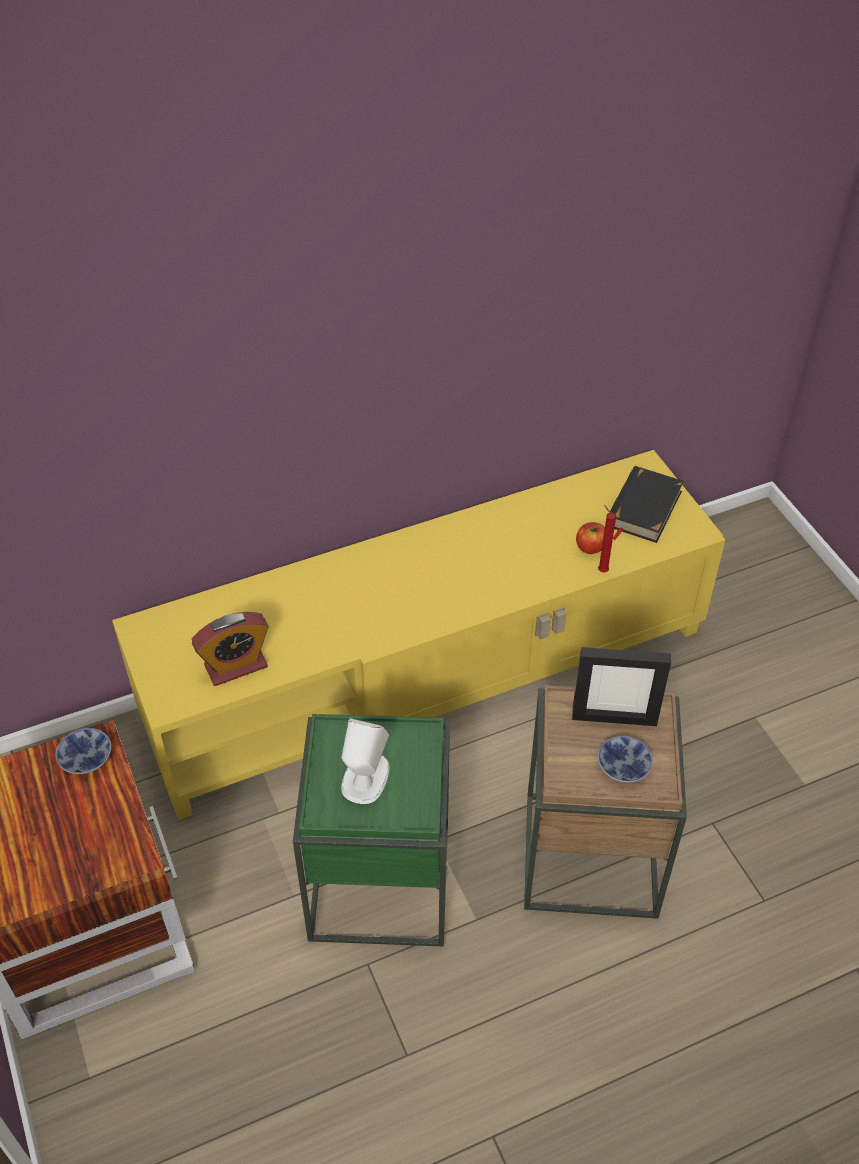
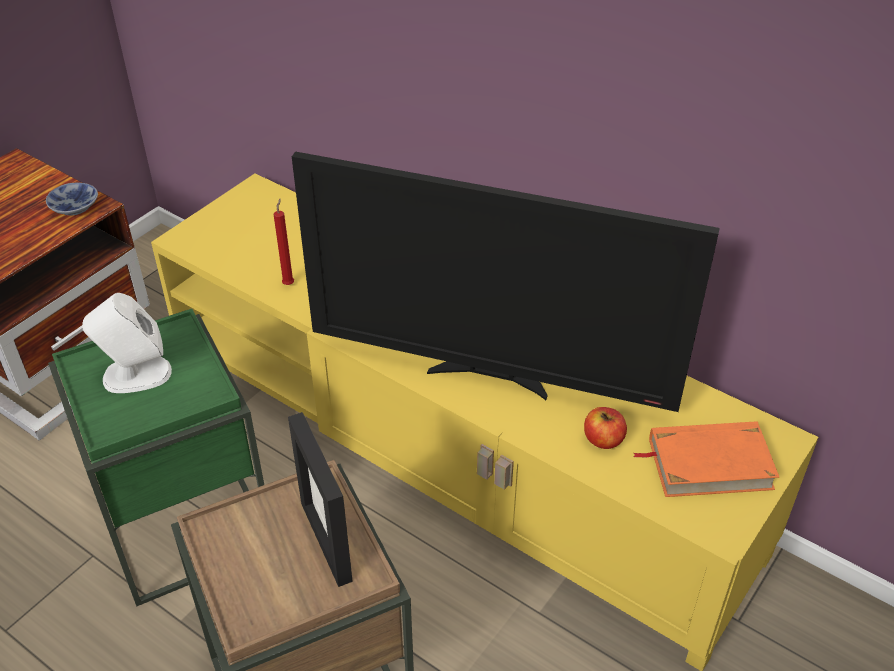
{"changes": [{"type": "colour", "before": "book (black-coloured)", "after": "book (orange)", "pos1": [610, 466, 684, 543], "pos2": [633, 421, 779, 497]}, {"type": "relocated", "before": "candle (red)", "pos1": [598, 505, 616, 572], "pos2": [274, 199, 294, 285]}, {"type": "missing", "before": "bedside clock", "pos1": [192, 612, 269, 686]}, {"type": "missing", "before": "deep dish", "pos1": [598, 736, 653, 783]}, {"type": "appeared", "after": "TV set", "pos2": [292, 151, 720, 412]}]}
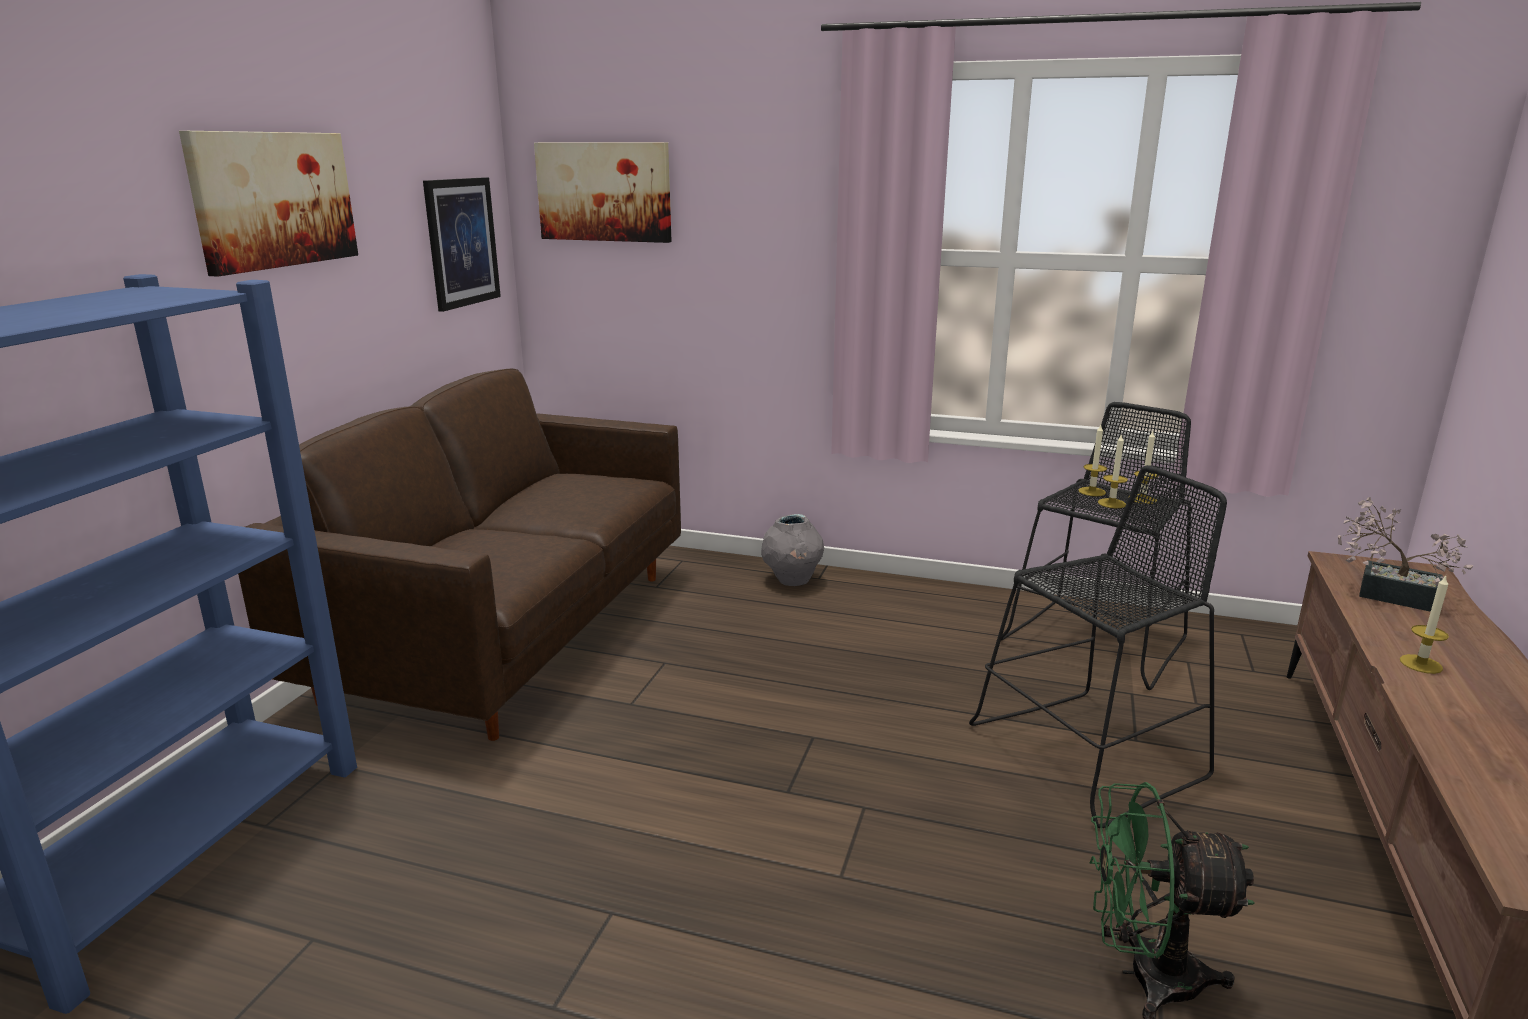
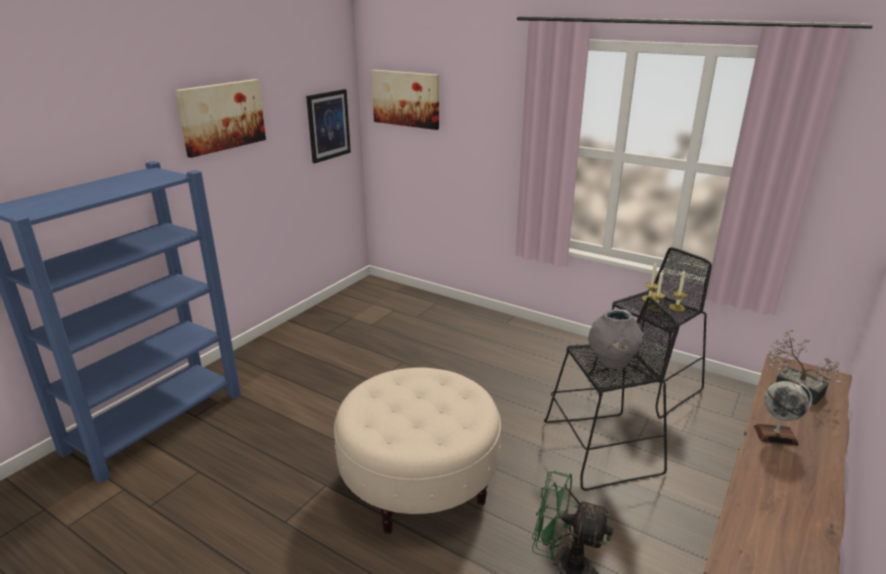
{"changes": [{"type": "missing", "before": "couch (brown-coloured)", "pos1": [238, 369, 681, 741]}, {"type": "relocated", "before": "decorative vase (gray)", "pos1": [761, 514, 824, 586], "pos2": [588, 309, 644, 369]}, {"type": "exchanged", "before": "candle", "after": "globe", "pos1": [1400, 576, 1449, 674], "pos2": [754, 381, 812, 445]}, {"type": "appeared", "after": "pouffe (sand-coloured)", "pos2": [334, 367, 501, 534]}]}
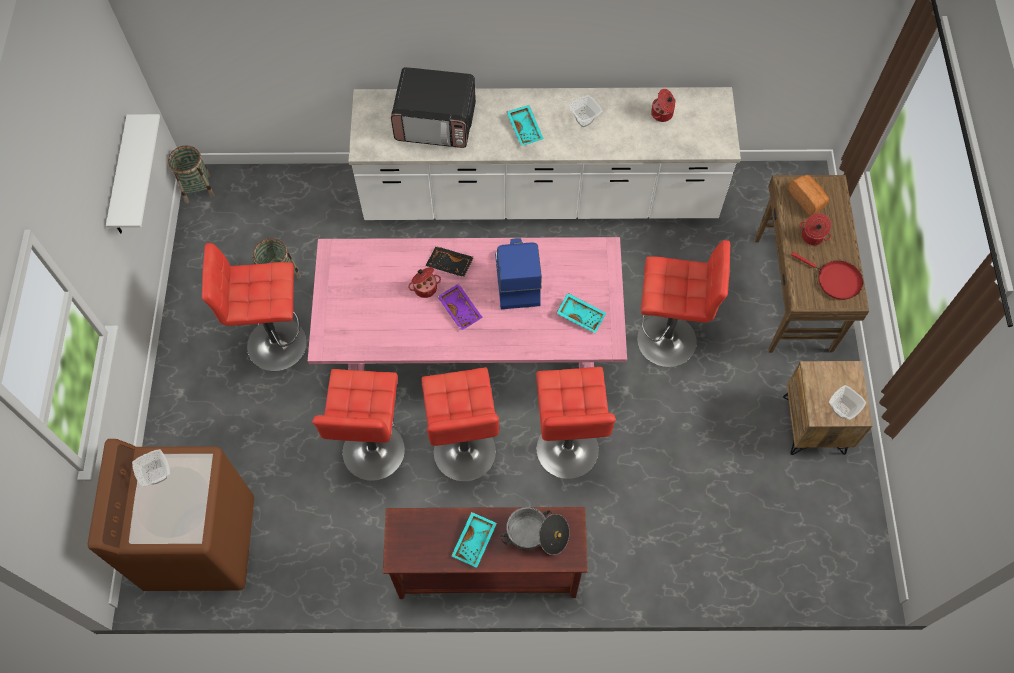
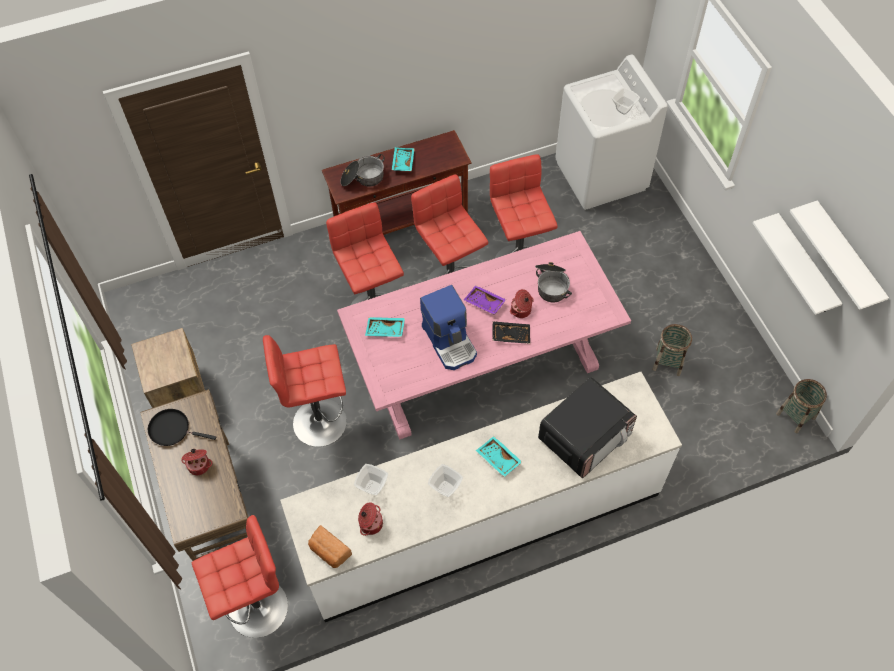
{"changes": [{"type": "spun", "before": "microwave oven", "pos1": [391, 67, 476, 148], "pos2": [538, 377, 637, 478], "turn": 150}, {"type": "relocated", "before": "baked bread", "pos1": [788, 175, 829, 216], "pos2": [308, 525, 352, 568]}, {"type": "relocated", "before": "sitting stool (red)", "pos1": [202, 243, 307, 371], "pos2": [192, 515, 288, 638]}, {"type": "colour", "before": "pan (red)", "after": "pan (black-coloured)", "pos1": [791, 252, 863, 300], "pos2": [148, 409, 216, 446]}, {"type": "relocated", "before": "deep dish", "pos1": [829, 385, 866, 420], "pos2": [354, 464, 388, 495]}, {"type": "colour", "before": "laundry appliance (brown-coloured)", "after": "laundry appliance (whitish)", "pos1": [88, 439, 254, 591], "pos2": [555, 54, 668, 210]}, {"type": "appeared", "after": "wall shelf (whitish)", "pos2": [790, 200, 889, 310]}, {"type": "appeared", "after": "saucepot", "pos2": [535, 262, 572, 303]}]}
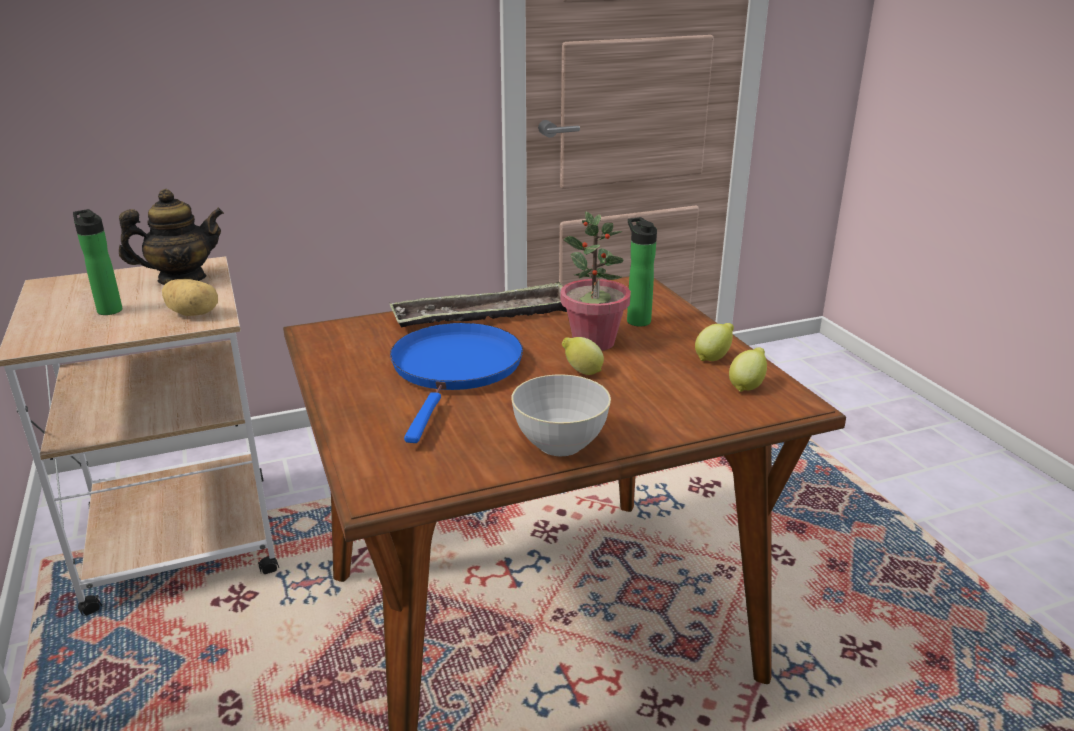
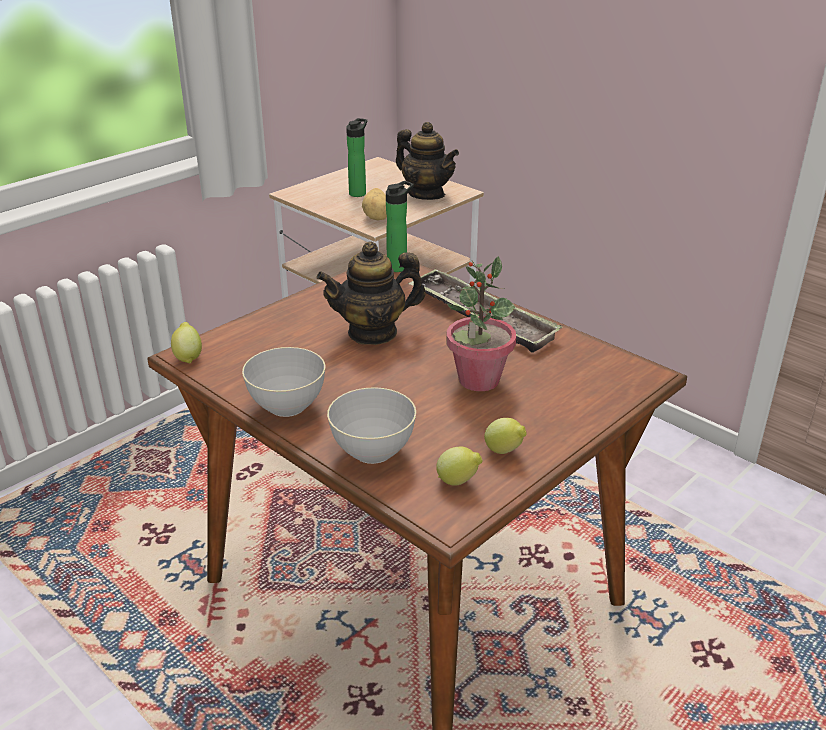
{"changes": [{"type": "relocated", "before": "beverage bottle", "pos1": [627, 217, 657, 326], "pos2": [386, 181, 414, 272]}, {"type": "exchanged", "before": "pan (bluish)", "after": "tea pot", "pos1": [390, 323, 523, 443], "pos2": [316, 241, 426, 345]}, {"type": "relocated", "before": "whole lemon", "pos1": [562, 337, 604, 375], "pos2": [171, 322, 202, 363]}, {"type": "appeared", "after": "deep dish (gray)", "pos2": [327, 387, 416, 464]}]}
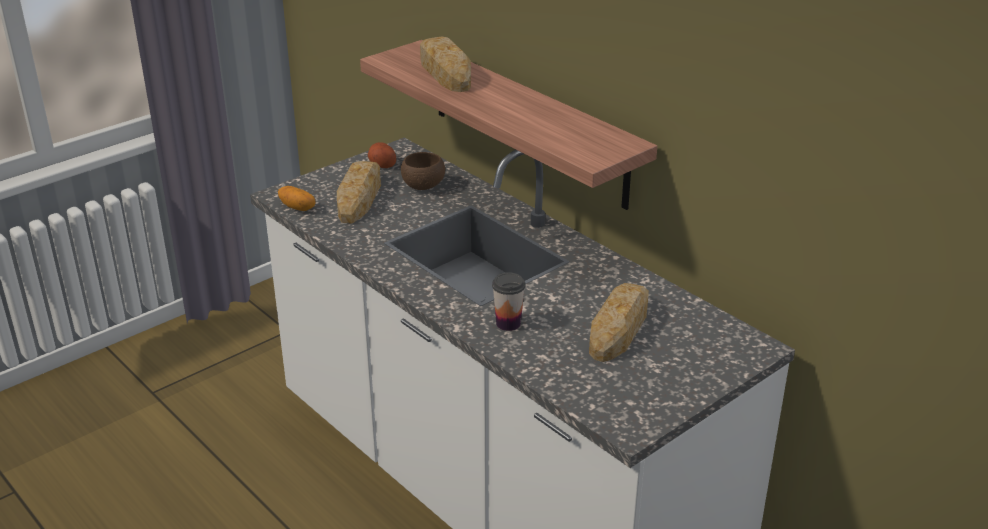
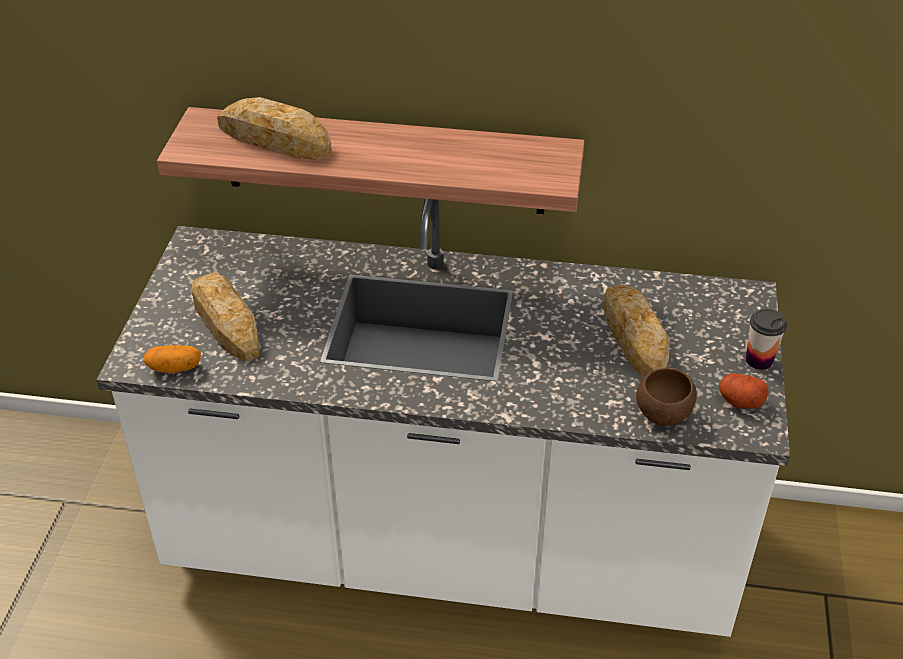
{"changes": [{"type": "relocated", "before": "spud", "pos1": [368, 142, 396, 168], "pos2": [719, 373, 769, 409]}, {"type": "relocated", "before": "deep dish (brown-coloured)", "pos1": [401, 152, 445, 190], "pos2": [636, 368, 697, 426]}, {"type": "relocated", "before": "drinking cup", "pos1": [492, 272, 526, 331], "pos2": [746, 309, 787, 370]}]}
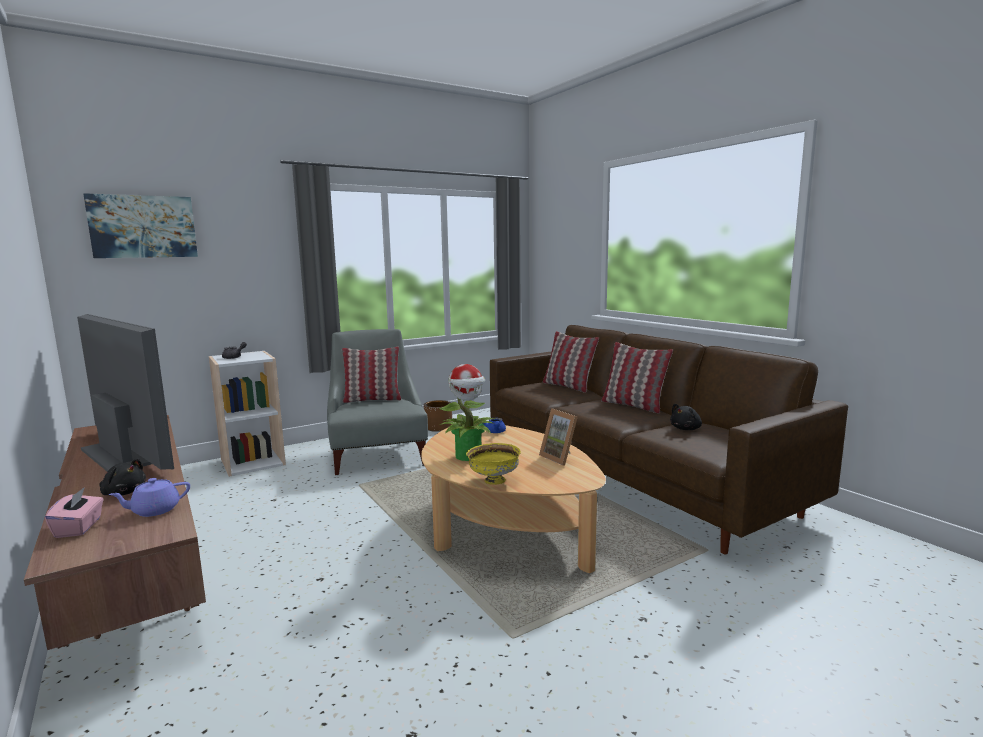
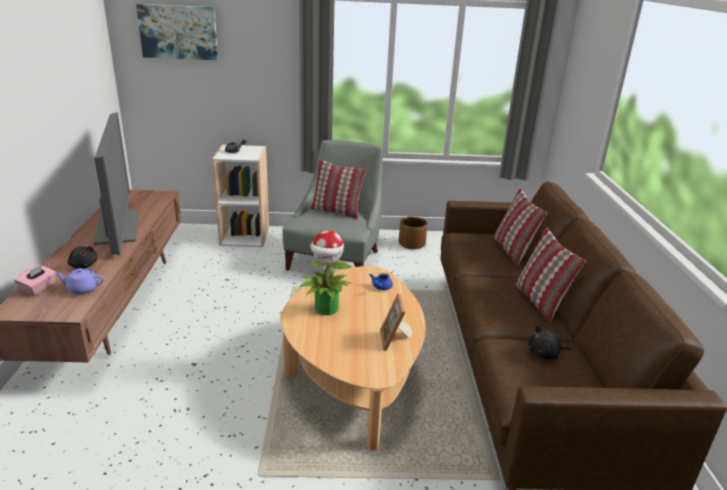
{"changes": [{"type": "missing", "before": "deep dish (yellow-coloured)", "pos1": [466, 443, 521, 485]}]}
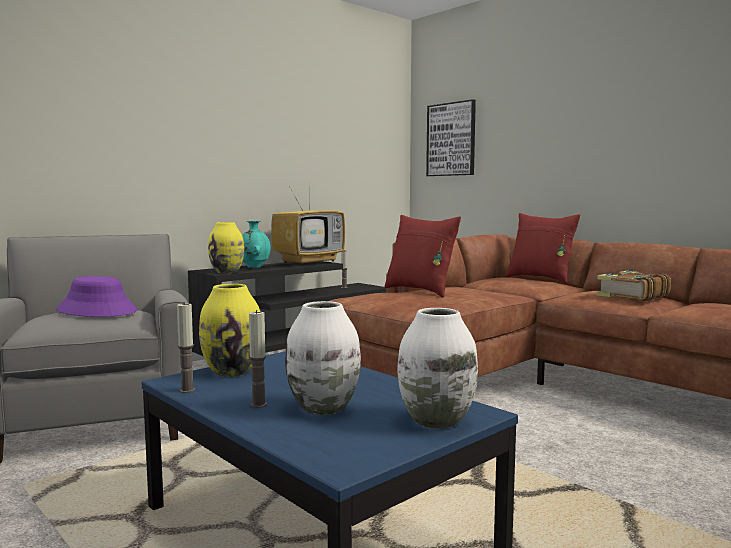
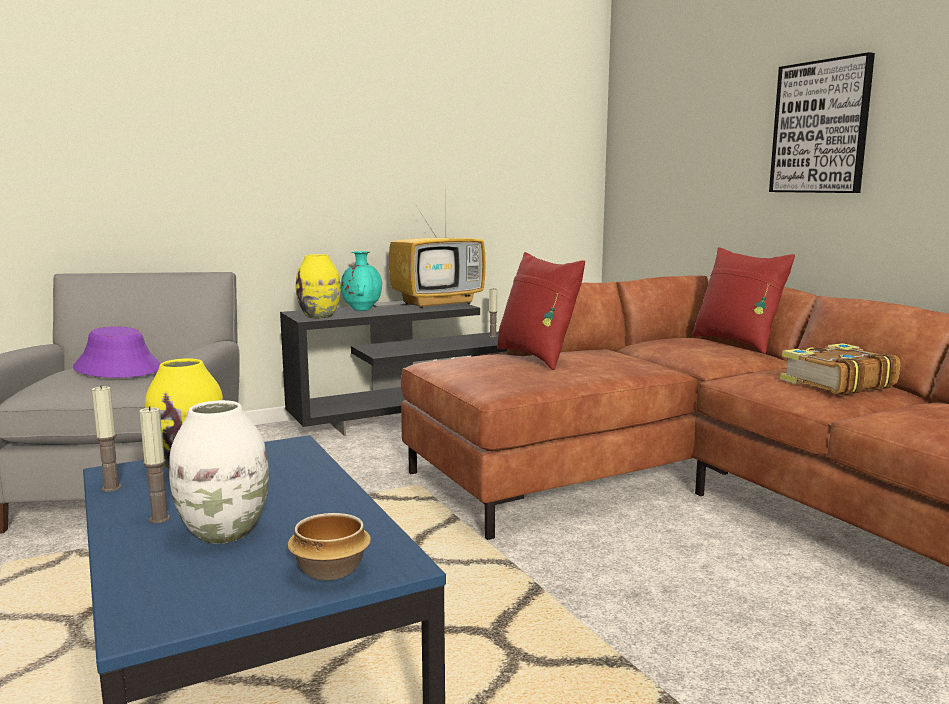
{"changes": [{"type": "relocated", "before": "picture", "pos1": [426, 99, 476, 176], "pos2": [769, 52, 875, 193]}, {"type": "exchanged", "before": "decorative vase (whitish)", "after": "deep dish", "pos1": [398, 308, 478, 429], "pos2": [287, 513, 371, 581]}]}
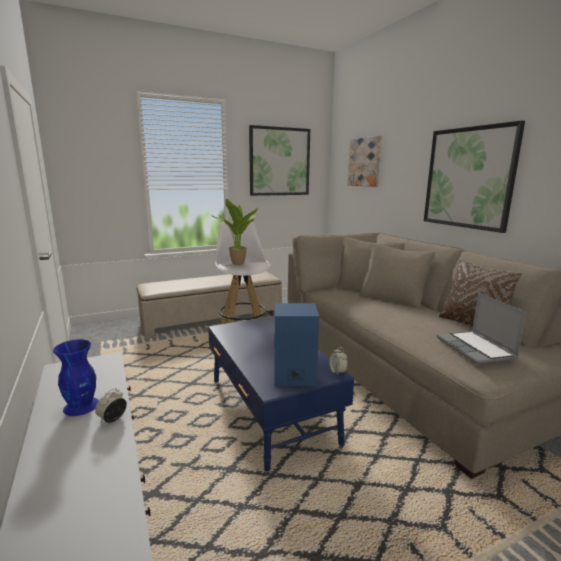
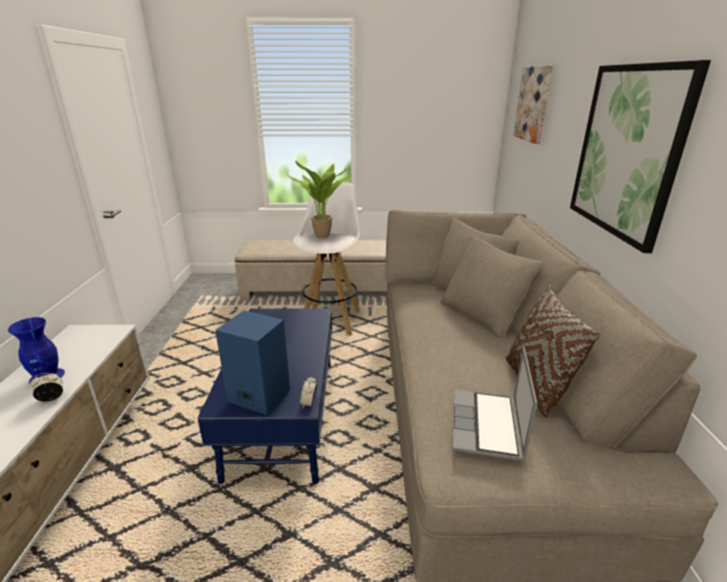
{"changes": [{"type": "missing", "before": "picture", "pos1": [249, 125, 310, 196]}]}
